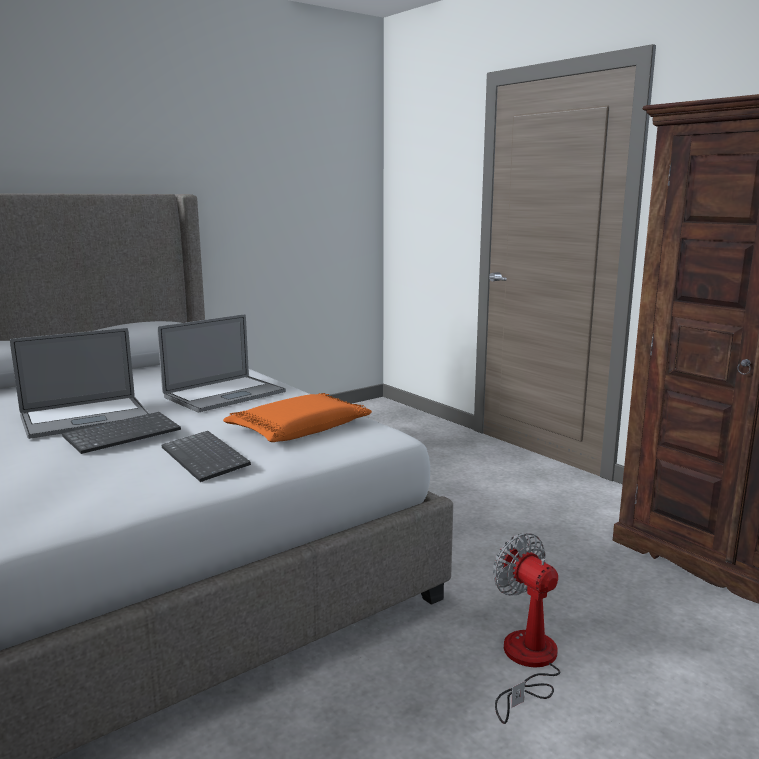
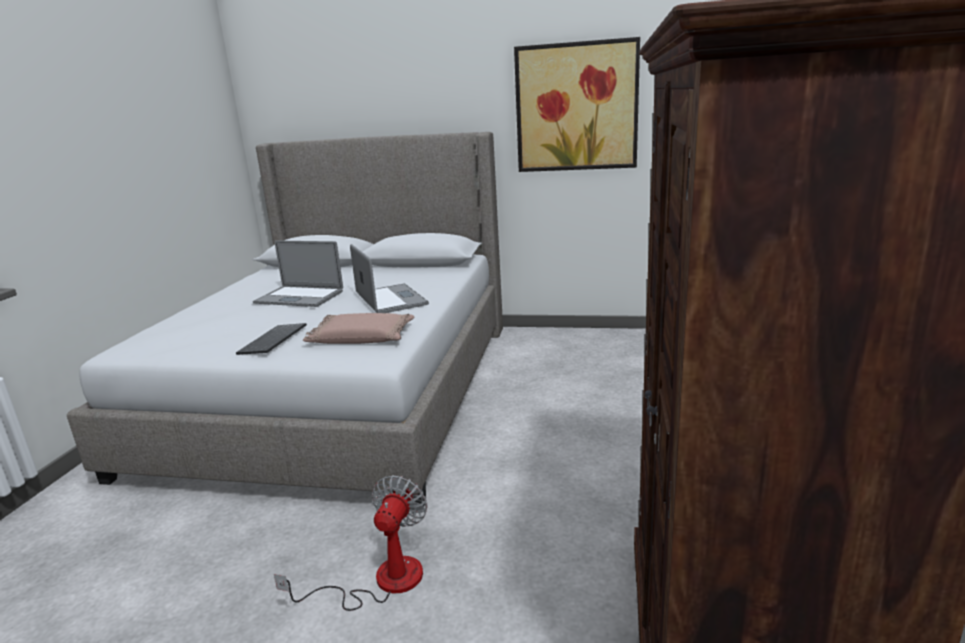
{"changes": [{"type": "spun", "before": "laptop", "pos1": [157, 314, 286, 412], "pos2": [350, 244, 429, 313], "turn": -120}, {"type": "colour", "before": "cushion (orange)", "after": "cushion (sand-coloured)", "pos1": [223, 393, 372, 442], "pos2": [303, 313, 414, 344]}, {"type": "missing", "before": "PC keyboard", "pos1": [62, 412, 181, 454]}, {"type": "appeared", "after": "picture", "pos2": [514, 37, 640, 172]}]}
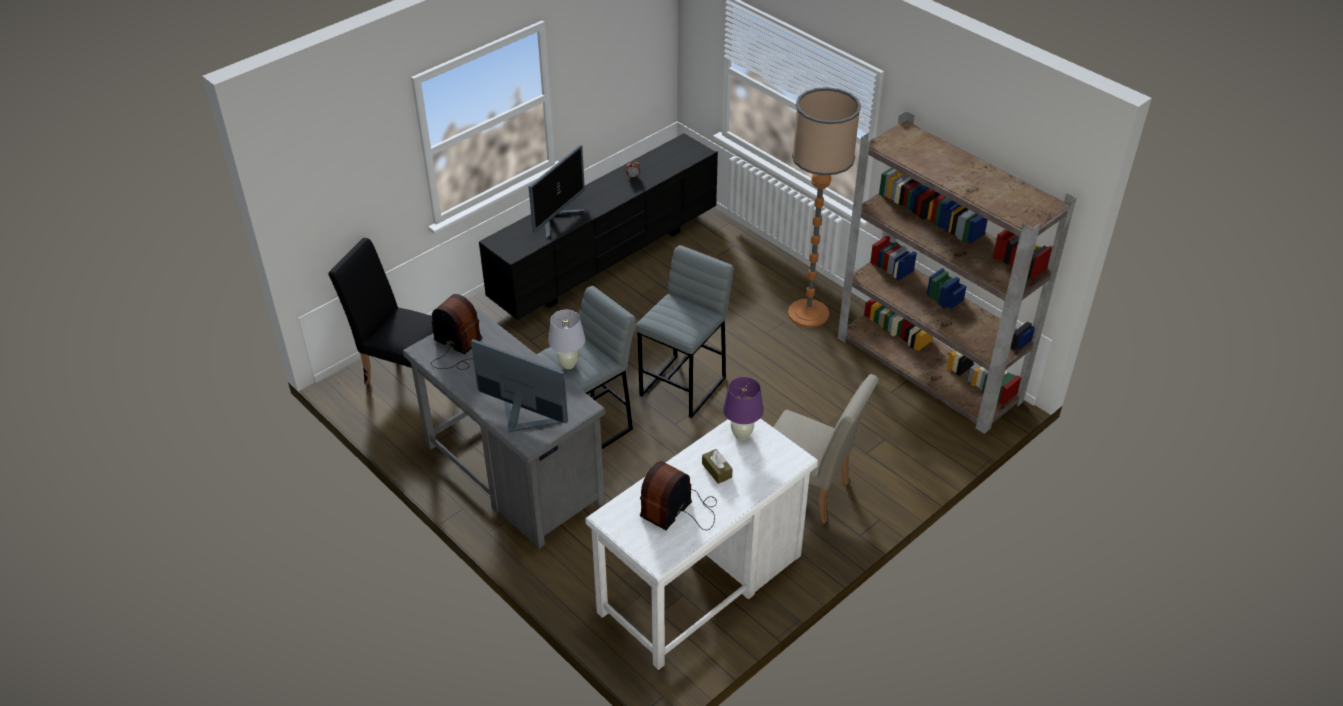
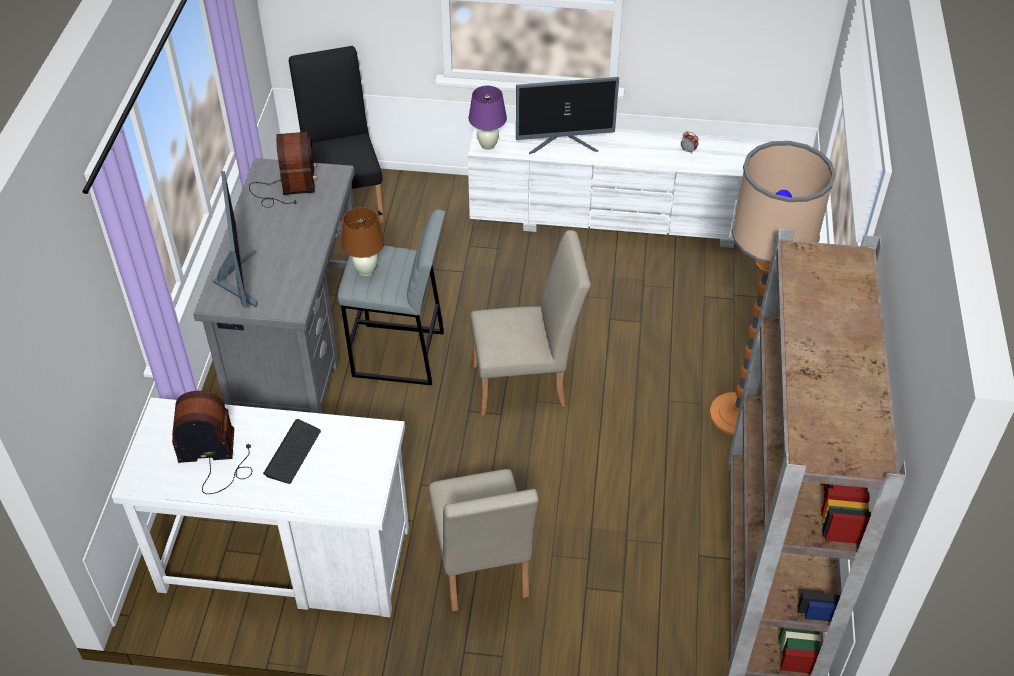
{"changes": [{"type": "colour", "before": "storage cabinet (black-coloured)", "after": "storage cabinet (whitish)", "pos1": [479, 133, 718, 320], "pos2": [468, 121, 802, 248]}, {"type": "exchanged", "before": "sitting stool (gray)", "after": "upright chair (sand-coloured)", "pos1": [636, 245, 734, 418], "pos2": [471, 230, 591, 416]}, {"type": "colour", "before": "table lamp (whitish)", "after": "table lamp (brown-coloured)", "pos1": [548, 310, 585, 369], "pos2": [341, 207, 385, 276]}, {"type": "relocated", "before": "table lamp (purplish)", "pos1": [723, 377, 764, 440], "pos2": [469, 86, 507, 150]}, {"type": "exchanged", "before": "tissue box (brown-coloured)", "after": "PC keyboard", "pos1": [702, 449, 733, 484], "pos2": [263, 419, 321, 484]}]}
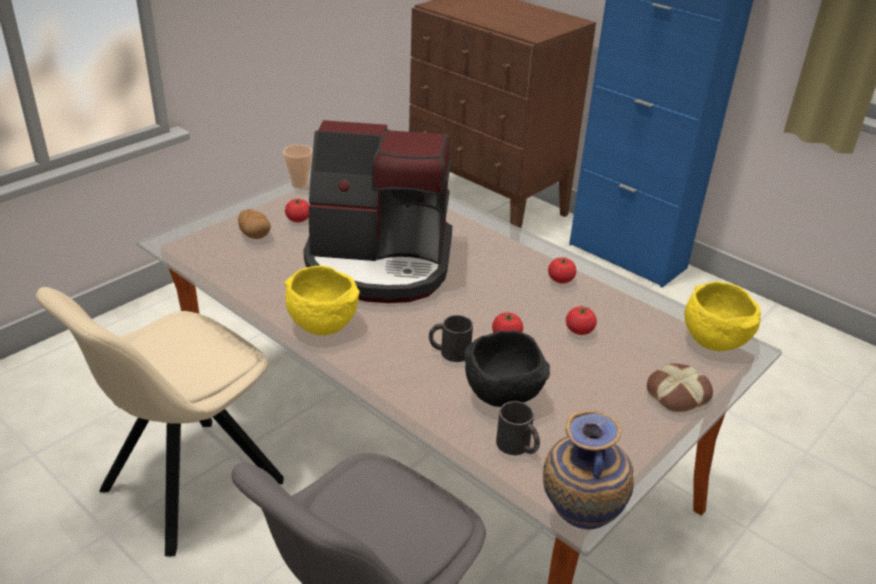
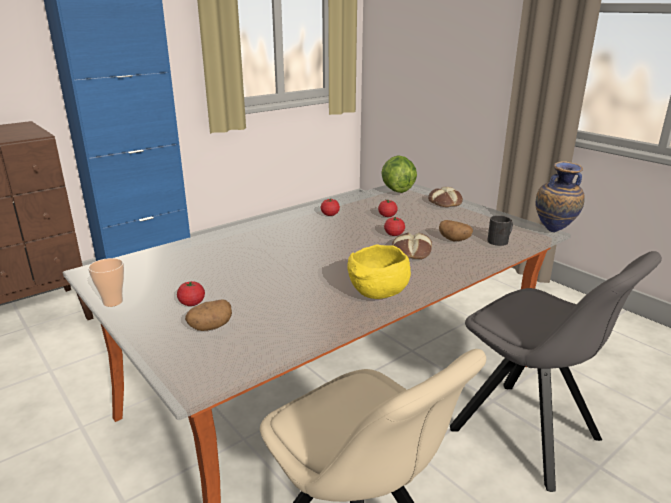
{"changes": [{"type": "missing", "before": "coffee brewer", "pos1": [303, 120, 452, 303]}, {"type": "exchanged", "before": "deep dish (yellow-coloured)", "after": "lettuce head", "pos1": [684, 281, 761, 351], "pos2": [381, 155, 417, 193]}, {"type": "exchanged", "before": "tea mug (black-coloured)", "after": "baked bread", "pos1": [429, 315, 473, 362], "pos2": [392, 233, 432, 259]}, {"type": "exchanged", "before": "deep dish (black-coloured)", "after": "spud", "pos1": [464, 331, 550, 407], "pos2": [439, 220, 473, 241]}]}
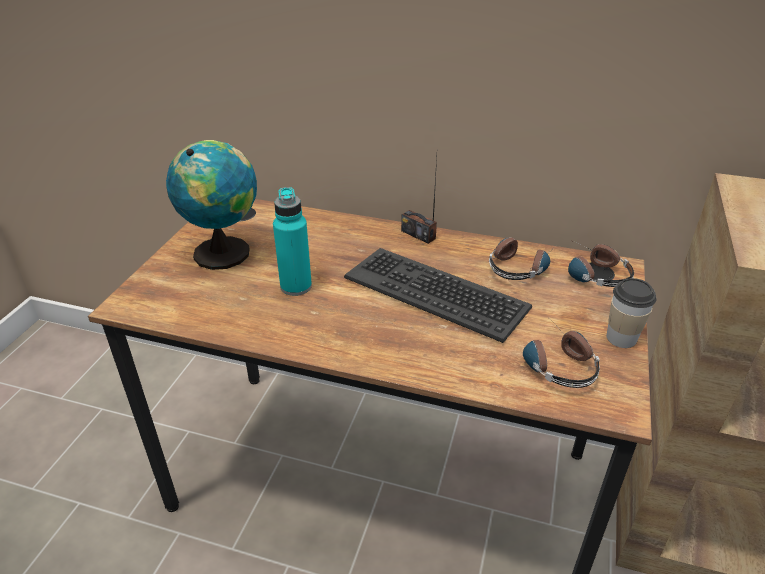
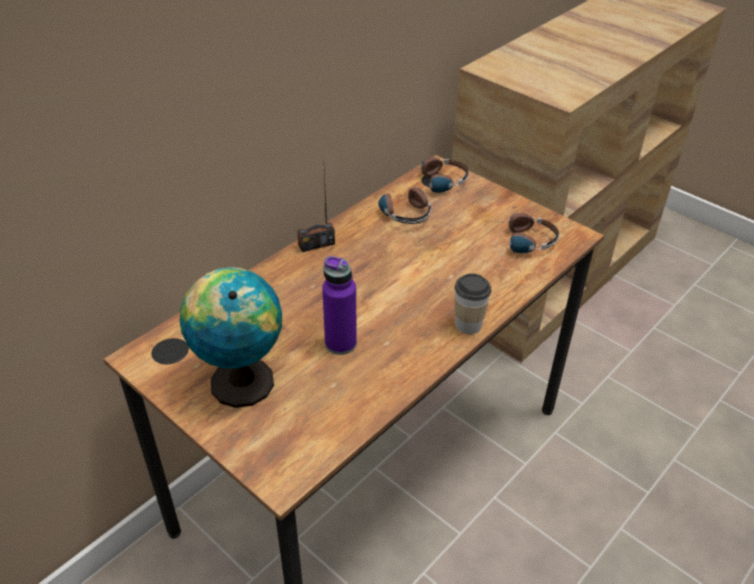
{"changes": [{"type": "colour", "before": "beverage bottle (blue-green)", "after": "beverage bottle (purplish)", "pos1": [273, 187, 312, 296], "pos2": [322, 256, 357, 355]}, {"type": "missing", "before": "PC keyboard", "pos1": [344, 248, 532, 343]}, {"type": "relocated", "before": "drinking cup", "pos1": [606, 278, 656, 348], "pos2": [455, 273, 491, 334]}]}
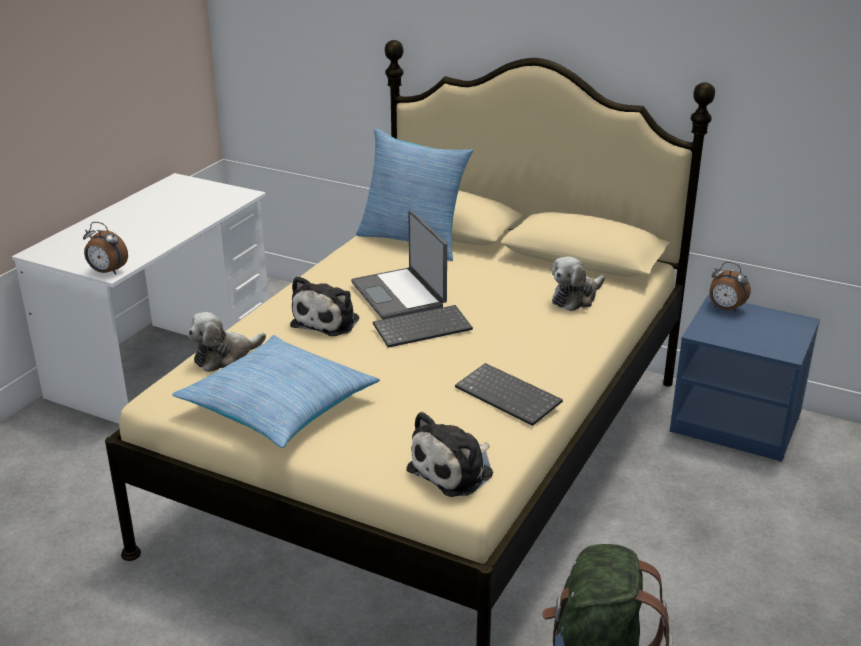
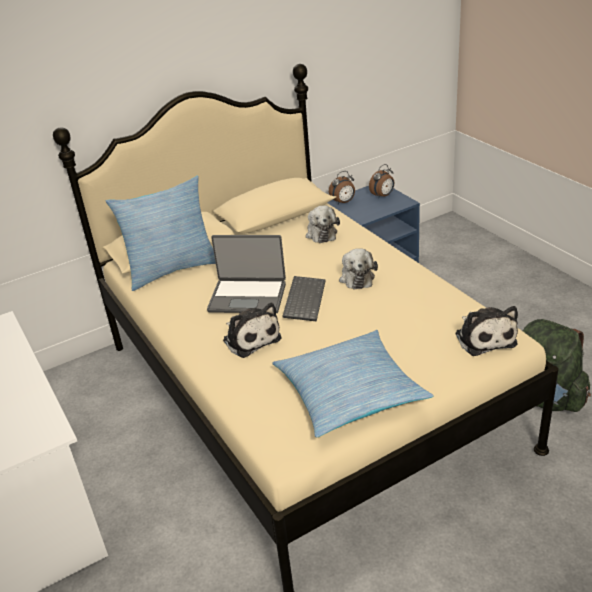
{"changes": [{"type": "relocated", "before": "bedside clock", "pos1": [83, 222, 128, 275], "pos2": [369, 164, 394, 199]}, {"type": "relocated", "before": "plush toy", "pos1": [188, 312, 266, 372], "pos2": [339, 248, 378, 290]}, {"type": "missing", "before": "PC keyboard", "pos1": [455, 363, 563, 426]}]}
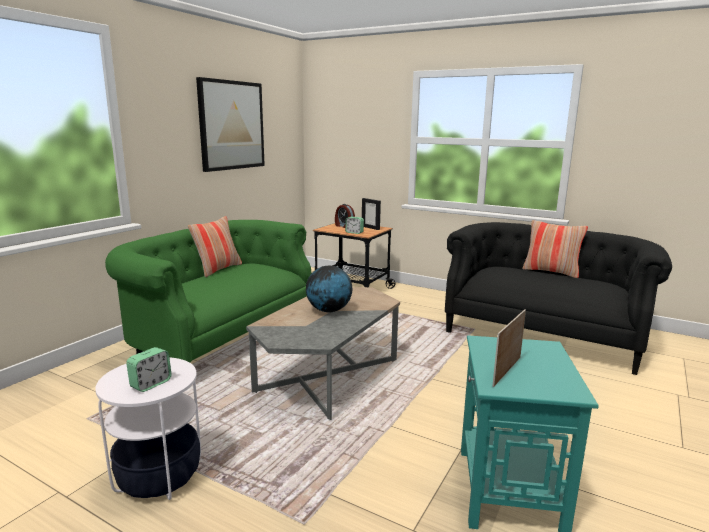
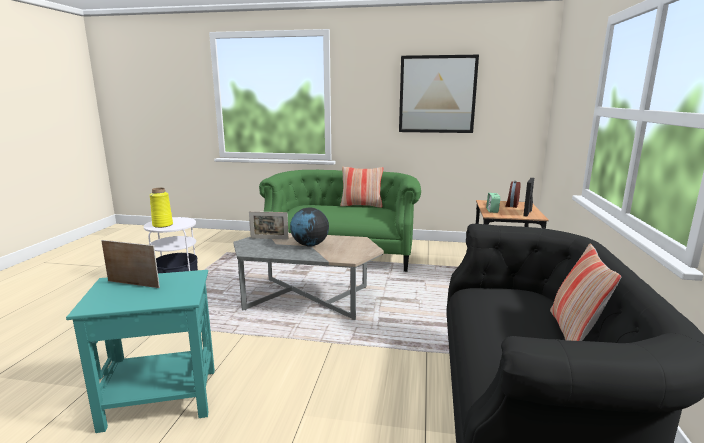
{"changes": [{"type": "exchanged", "before": "bedside clock", "after": "decorative vase (yellow-coloured)", "pos1": [126, 347, 172, 392], "pos2": [149, 188, 173, 228]}, {"type": "appeared", "after": "photo frame", "pos2": [249, 211, 289, 240]}]}
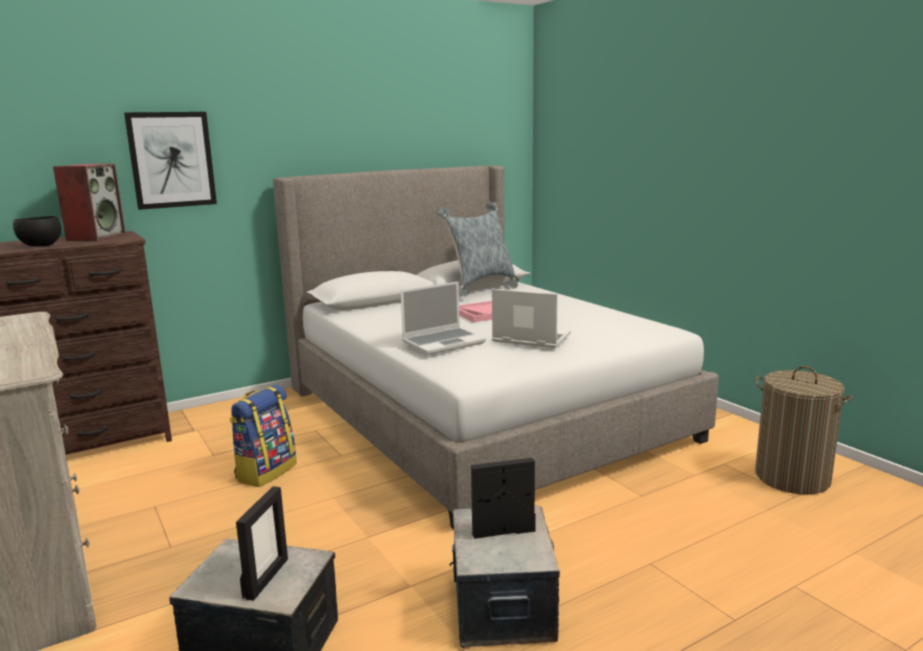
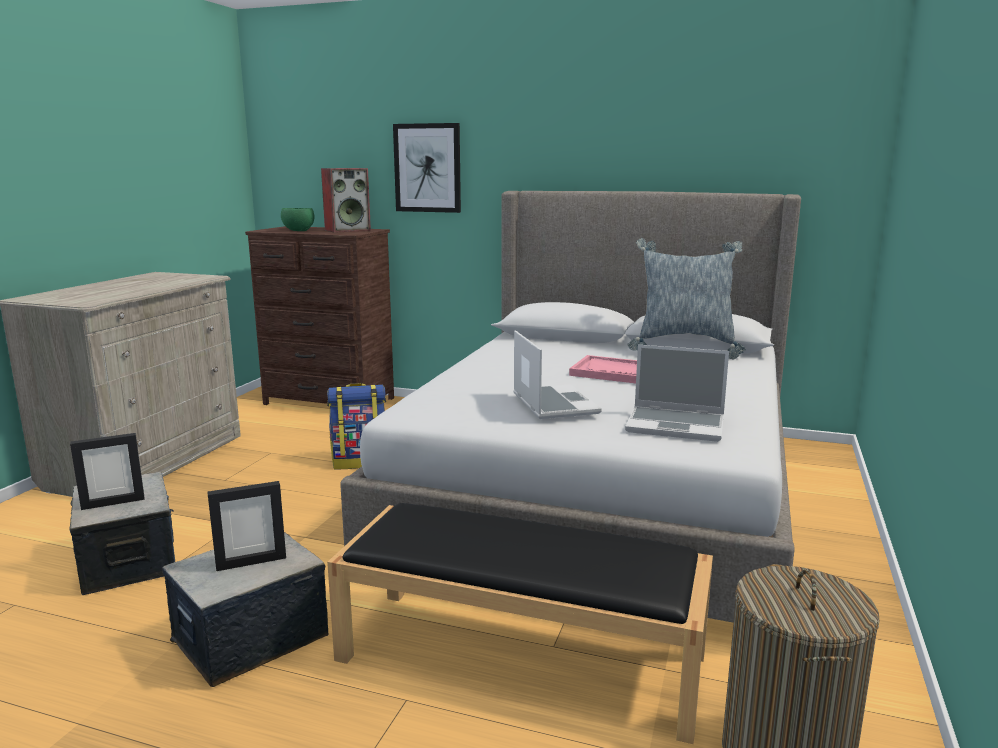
{"changes": [{"type": "colour", "before": "deep dish (black-coloured)", "after": "deep dish (greenish)", "pos1": [13, 216, 62, 246], "pos2": [281, 208, 315, 231]}, {"type": "relocated", "before": "laptop", "pos1": [401, 281, 486, 355], "pos2": [625, 345, 729, 442]}, {"type": "spun", "before": "photo frame", "pos1": [471, 458, 536, 539], "pos2": [207, 481, 286, 571], "turn": 120}, {"type": "appeared", "after": "long seat (black-coloured)", "pos2": [327, 503, 713, 744]}]}
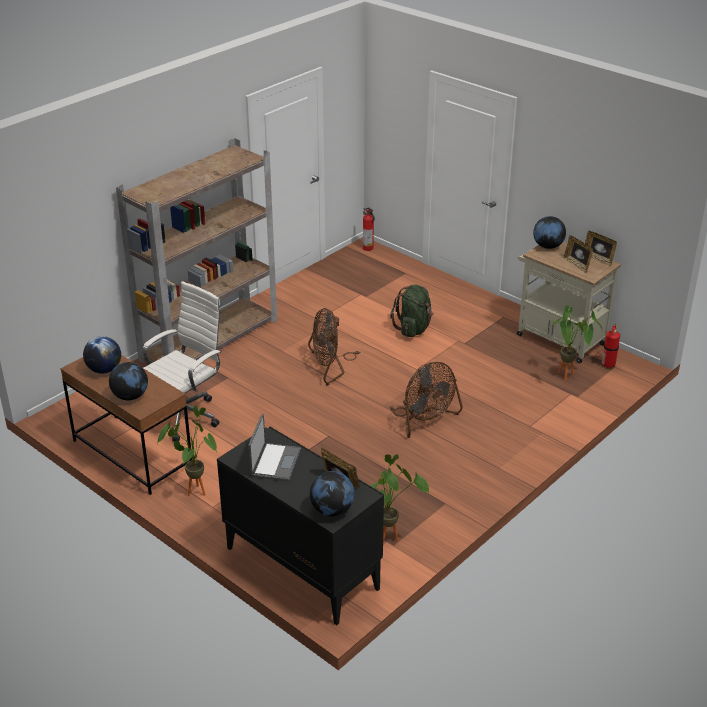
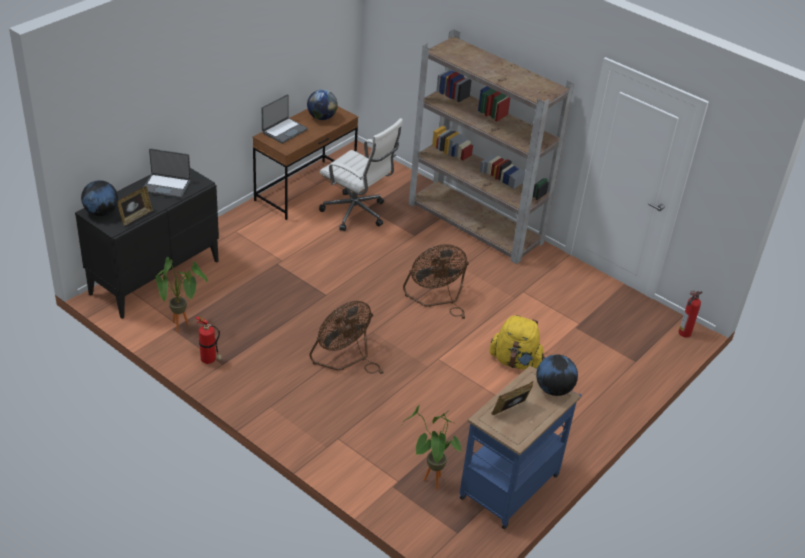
{"changes": [{"type": "missing", "before": "photo frame", "pos1": [585, 231, 617, 266]}, {"type": "colour", "before": "cart (sand-coloured)", "after": "cart (bluish)", "pos1": [517, 242, 621, 363], "pos2": [459, 366, 582, 529]}, {"type": "colour", "before": "backpack (greenish)", "after": "backpack (yellow-coloured)", "pos1": [390, 285, 434, 337], "pos2": [490, 315, 545, 370]}, {"type": "relocated", "before": "extinguisher", "pos1": [602, 324, 620, 368], "pos2": [195, 317, 222, 364]}, {"type": "exchanged", "before": "globe", "after": "laptop", "pos1": [109, 362, 148, 400], "pos2": [262, 94, 308, 144]}, {"type": "spun", "before": "cooling fan (brown-coloured)", "pos1": [390, 362, 463, 438], "pos2": [309, 301, 383, 374], "turn": 90}, {"type": "missing", "before": "houseplant", "pos1": [157, 405, 217, 496]}]}
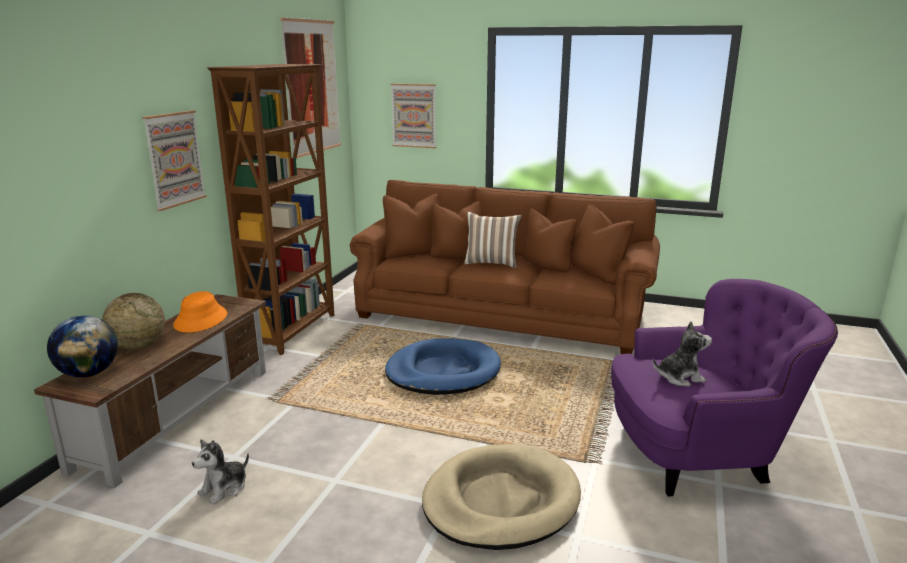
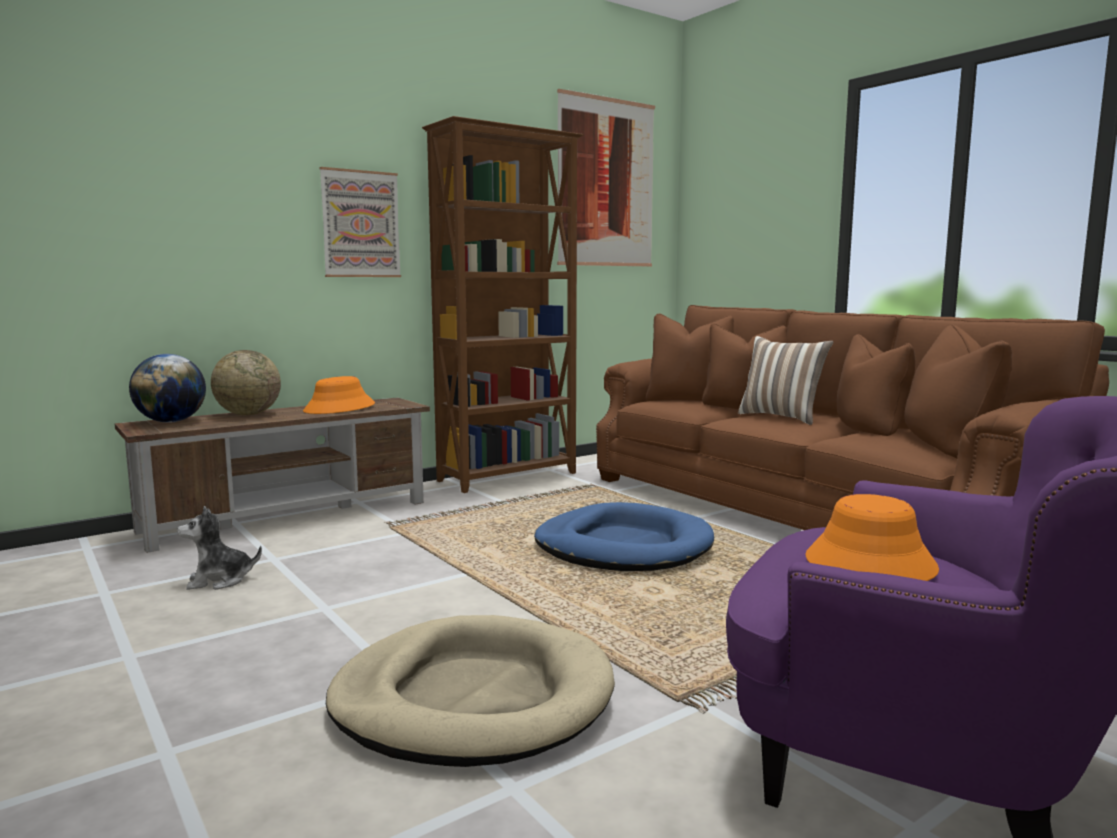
{"changes": [{"type": "missing", "before": "picture", "pos1": [391, 84, 436, 148]}, {"type": "exchanged", "before": "plush toy", "after": "hat (orange)", "pos1": [653, 322, 712, 386], "pos2": [805, 494, 939, 581]}]}
